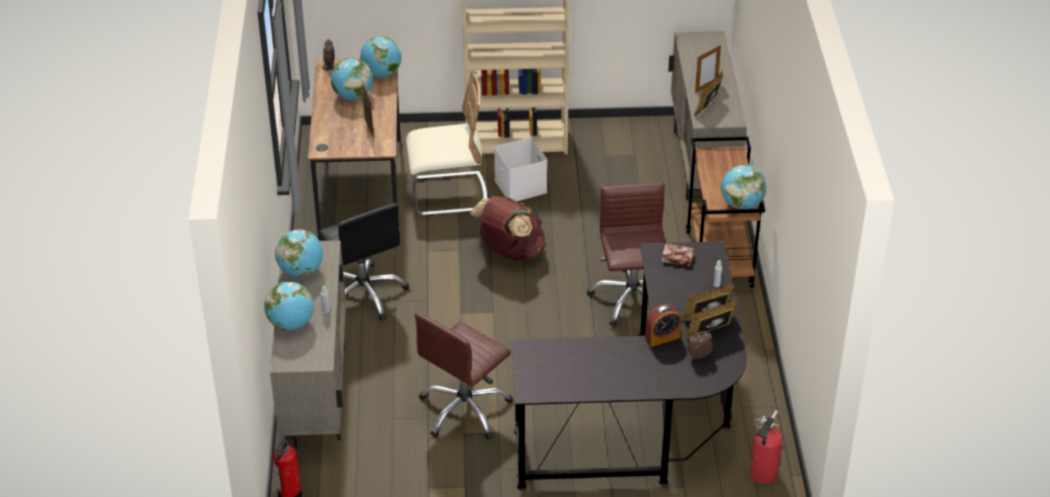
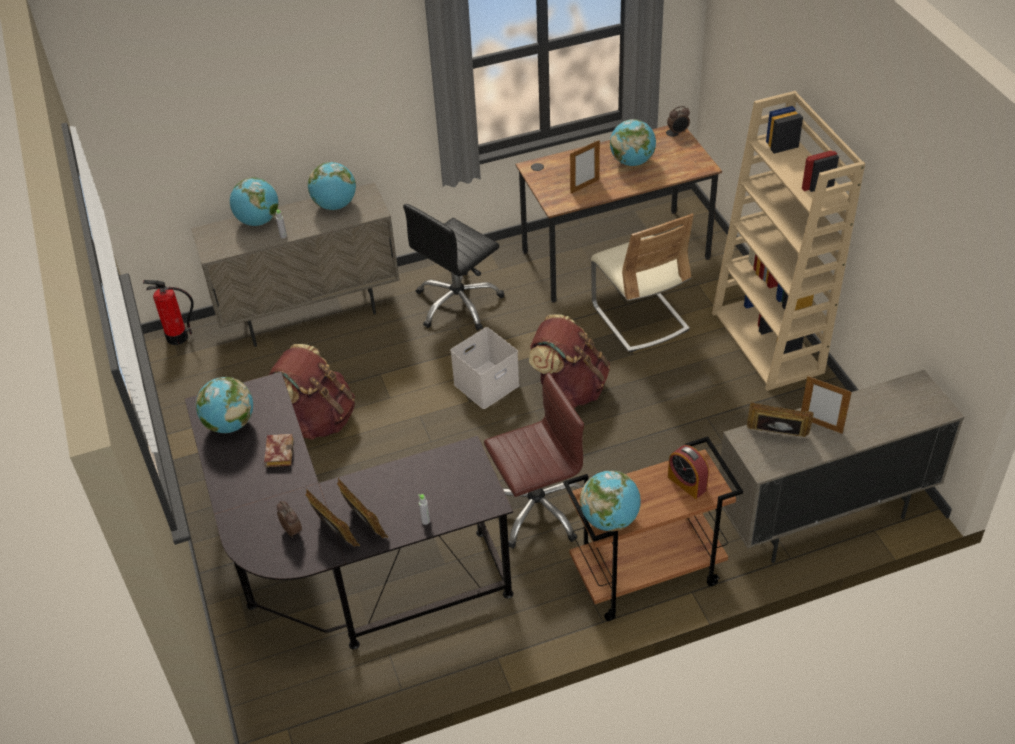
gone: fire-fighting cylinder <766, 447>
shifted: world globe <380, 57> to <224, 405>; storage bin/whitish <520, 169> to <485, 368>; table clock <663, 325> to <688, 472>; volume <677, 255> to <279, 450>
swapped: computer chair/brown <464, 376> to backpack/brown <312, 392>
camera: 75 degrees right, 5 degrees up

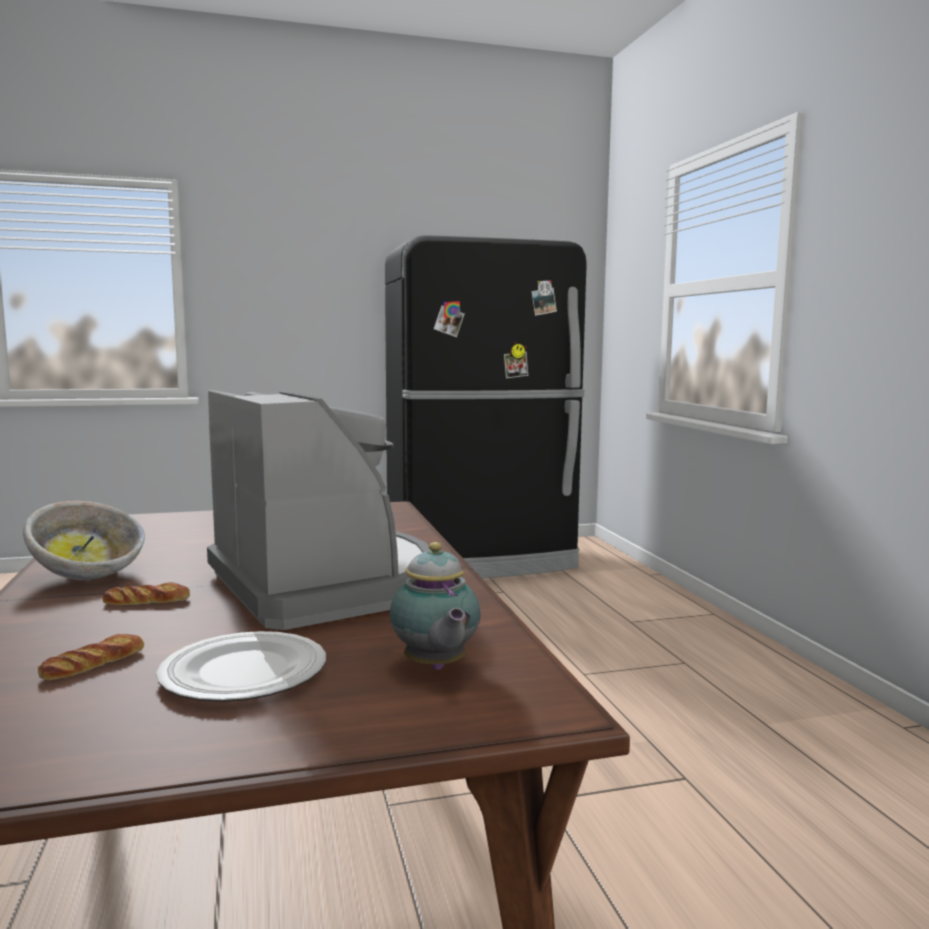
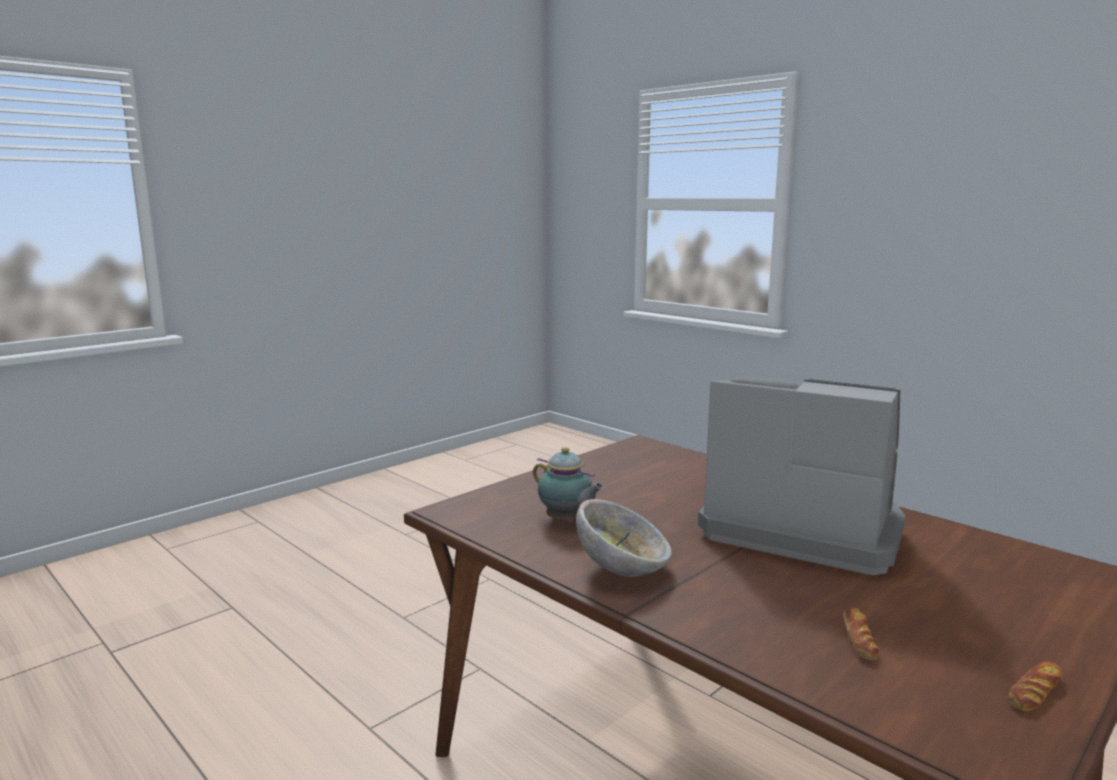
gone: plate <241, 666>; kitchen fridge/black-coloured <486, 406>
shifted: baked bread <146, 593> to <1035, 686>; tea pot <435, 606> to <568, 484>
camera: 30 degrees left, 5 degrees up

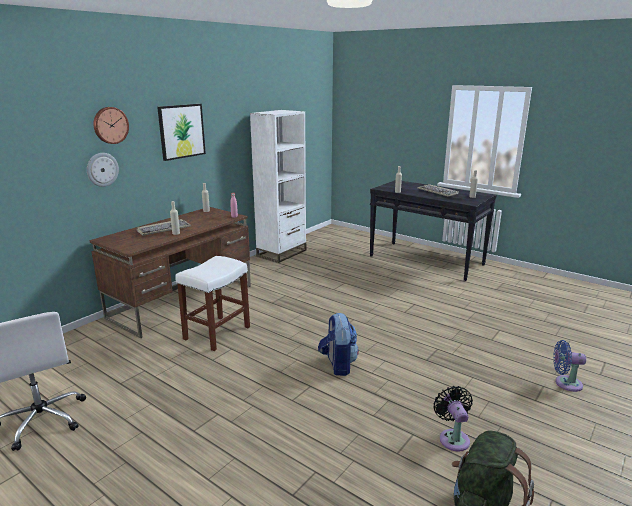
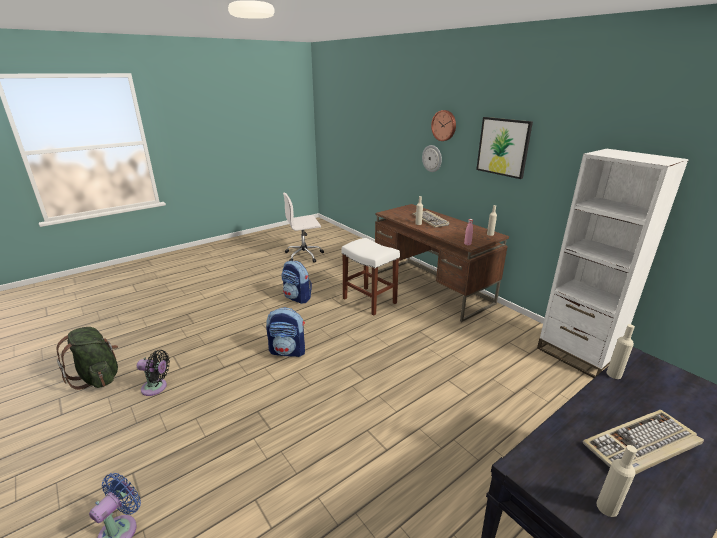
new: backpack <296, 282>
camera: 105 degrees right, 5 degrees up

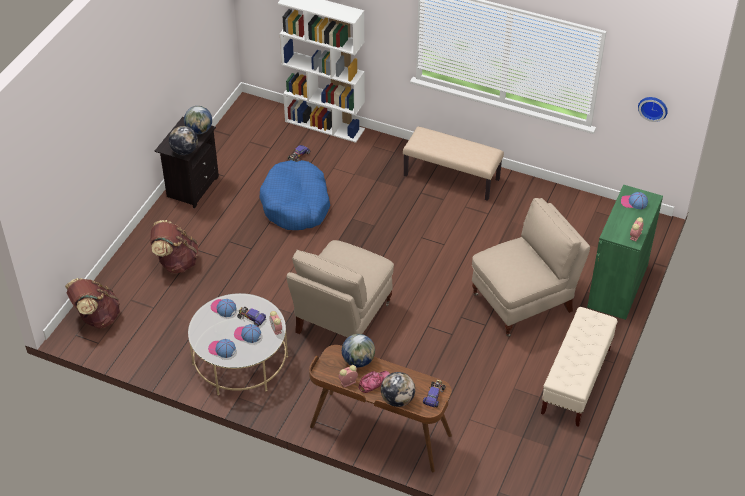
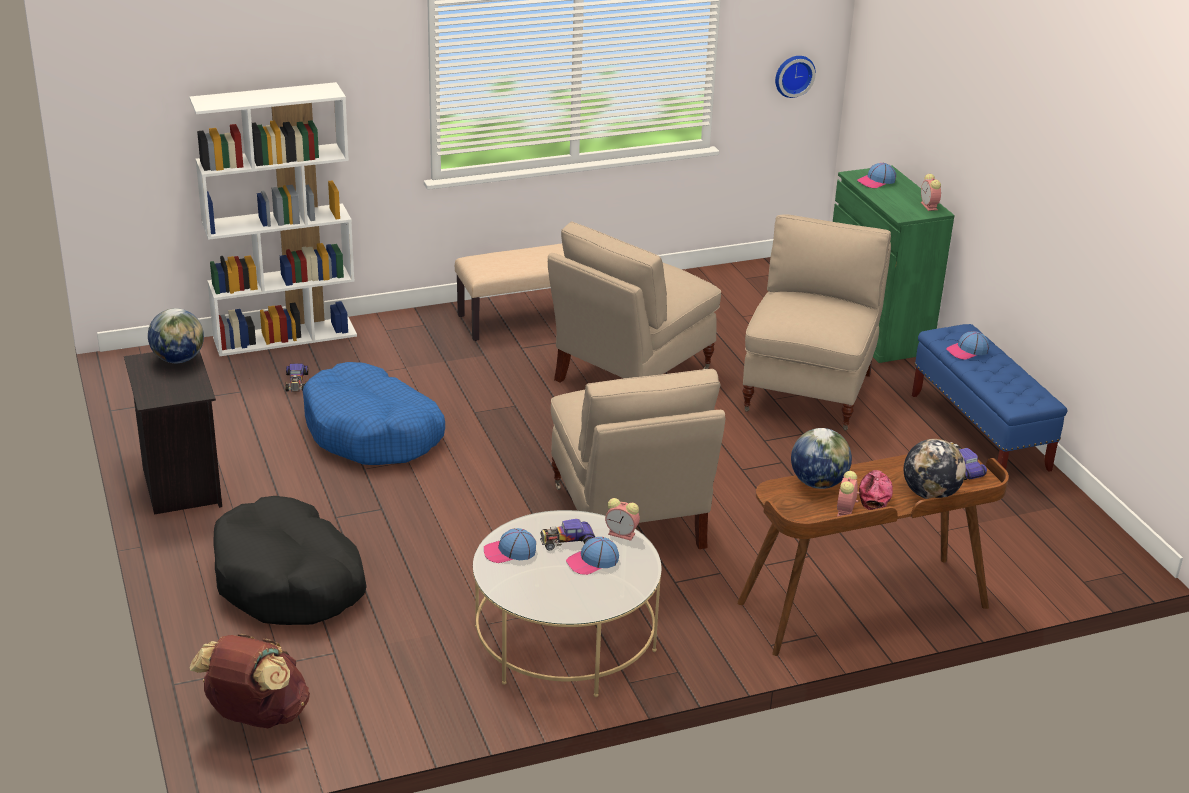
gone: world globe <183, 140>
new: upright chair/beige-coloured <634, 302>
shifted: baseball cap <222, 348> to <968, 345>
swapped: backpack/brown <174, 246> to pet bed/black-coloured <290, 560>
repainted: long seat/beige-coloured <579, 367> to long seat/blue <989, 398>
camera: 45 degrees left, 15 degrees down

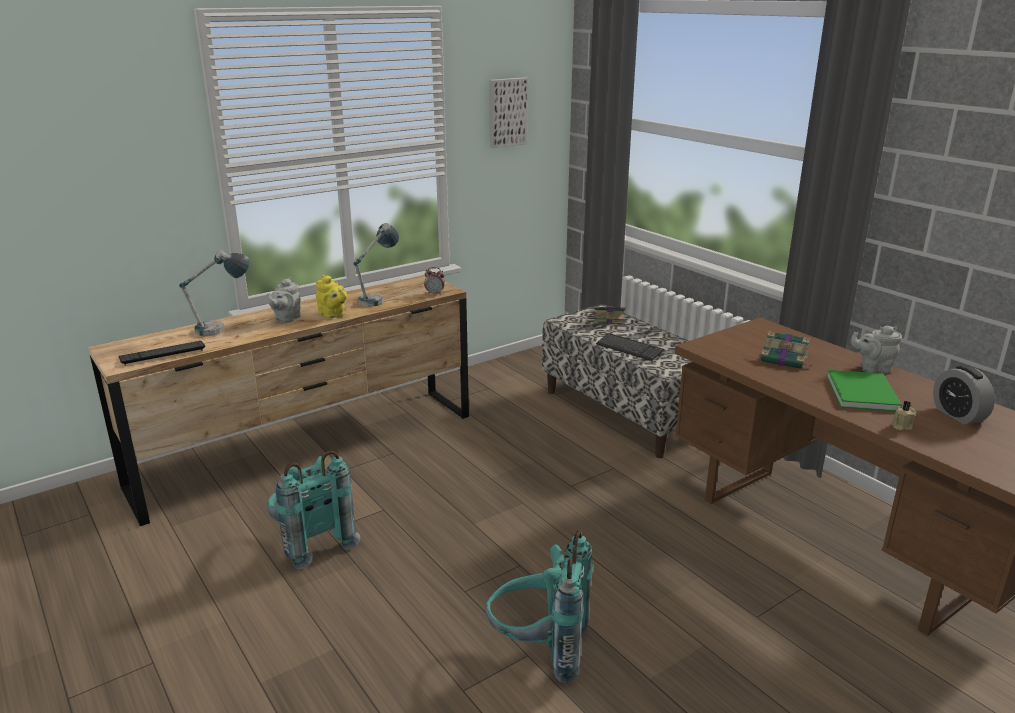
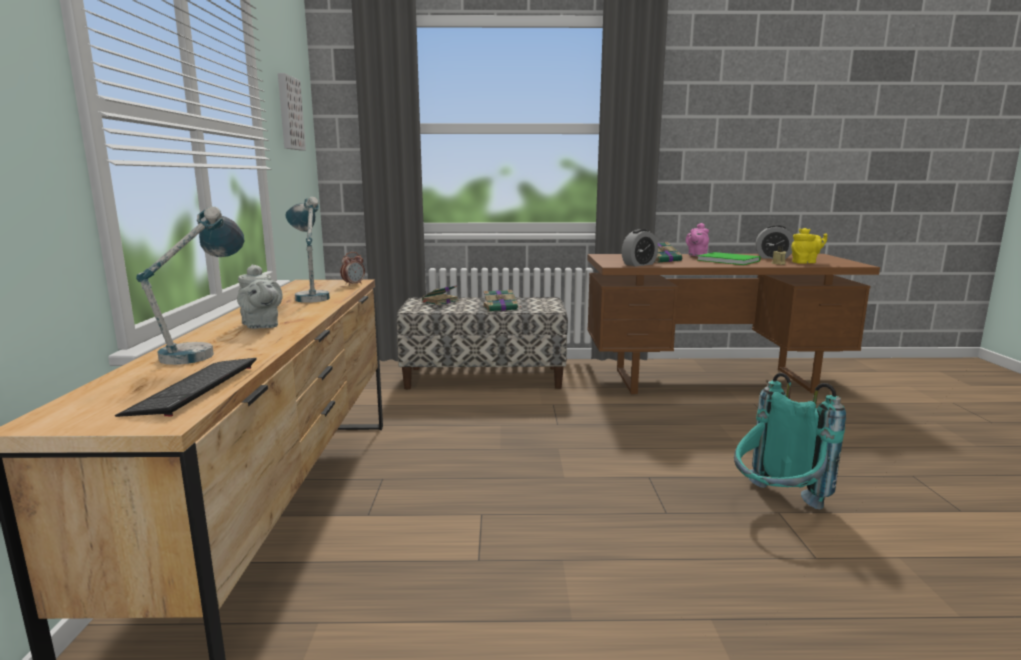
gone: backpack/blue-green <313, 510>
new: table clock <640, 247>
shifted: tea pot/yellow <331, 296> to <809, 246>
swapped: computer keyboard <630, 347> to volume <502, 301>
repainted: tea pot/greyish <876, 349> to tea pot/pinkish <697, 239>
camera: 55 degrees left, 10 degrees down

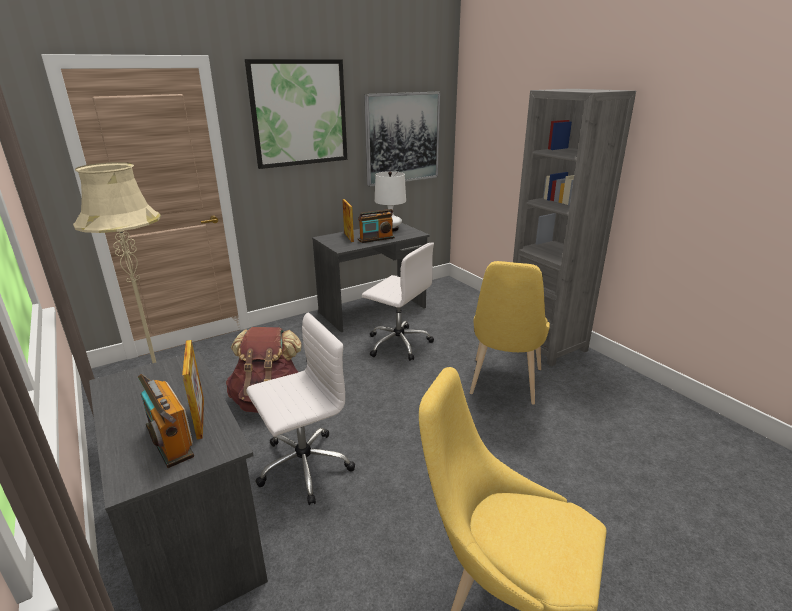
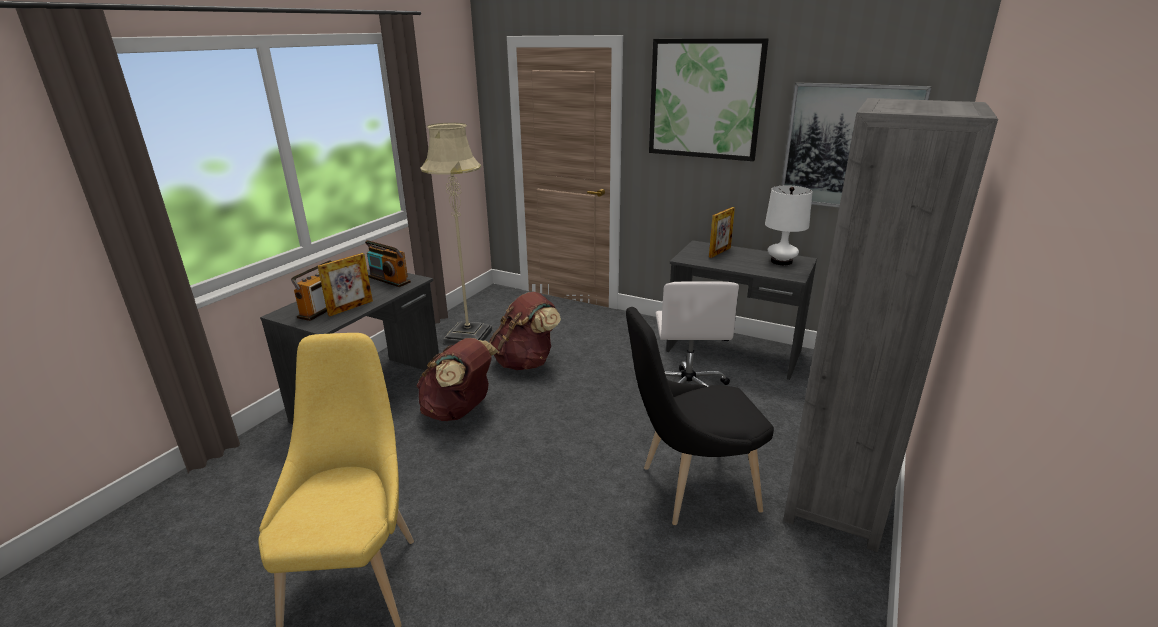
shifted: radio <376, 226> to <388, 263>
swapped: computer chair/whitish <300, 408> to backpack/brown <457, 379>
repainted: upright chair/yellow <510, 333> to upright chair/black-coloured <700, 416>
camera: 60 degrees right, 0 degrees up

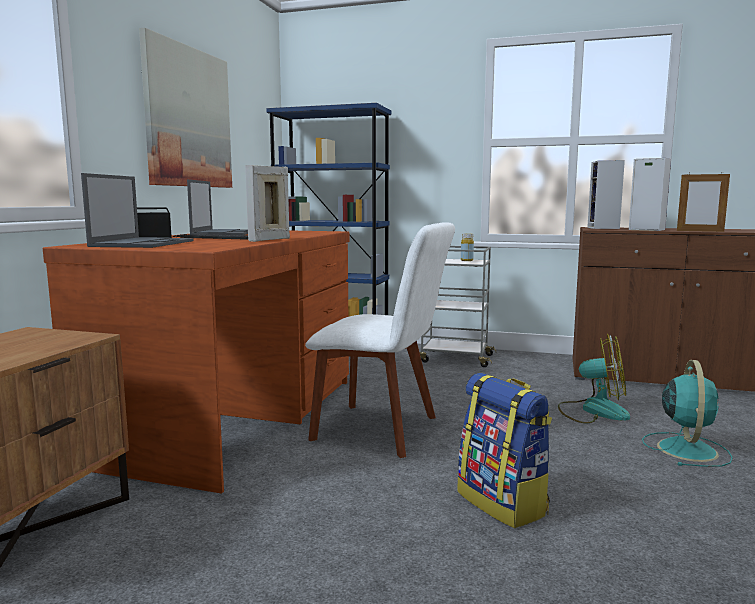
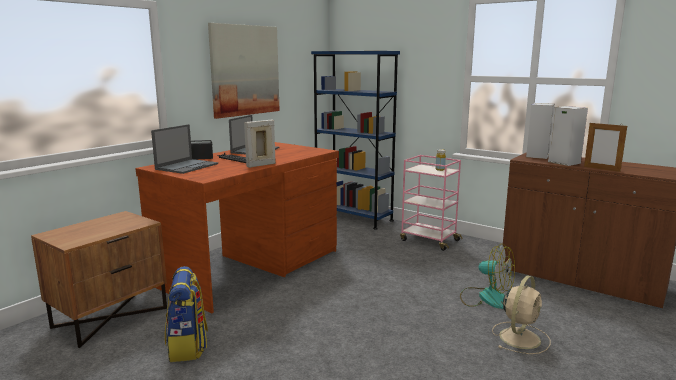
gone: upright chair/whitish <380, 340>
shifted: backpack <504, 450> to <186, 314>
repainted: wheeled cart/greyish <457, 306> to wheeled cart/pinkish <431, 203>; electric fan/blue-green <687, 413> to electric fan/beige-coloured <521, 315>
camera: 20 degrees right, 5 degrees up

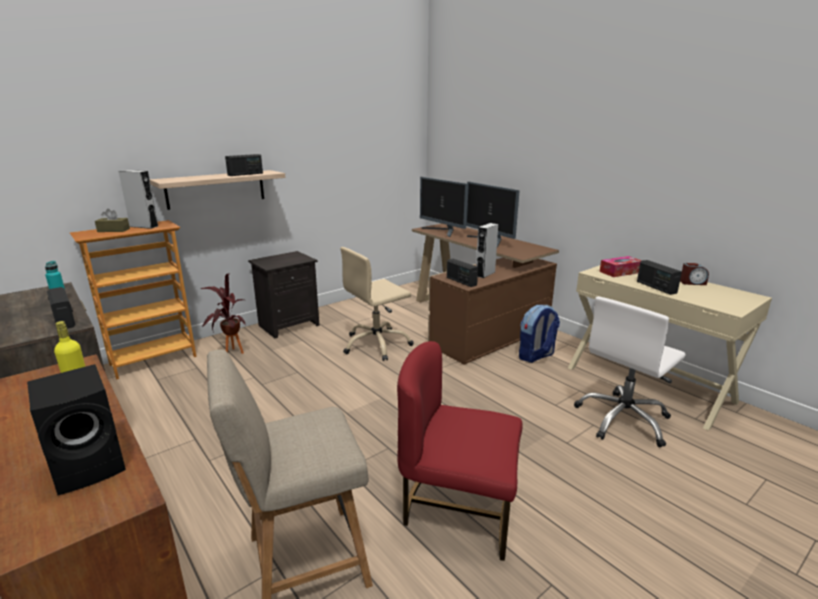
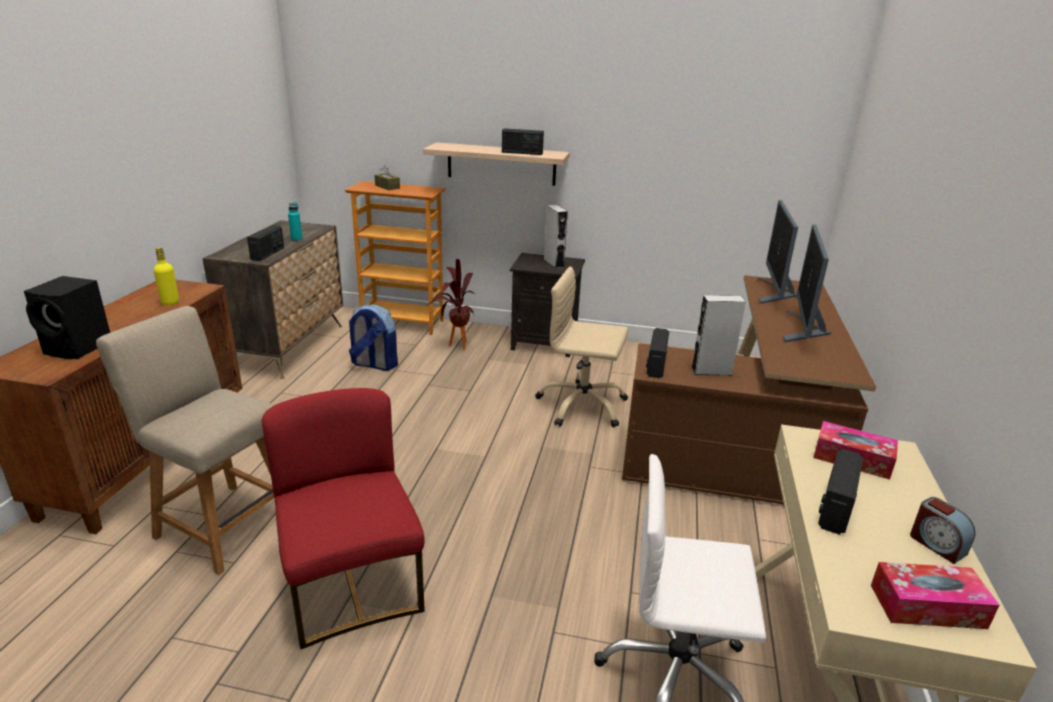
new: tissue holder <935, 595>
shifted: loudspeaker/greyish <138, 199> to <556, 236>; backpack <539, 334> to <373, 337>
camera: 50 degrees right, 5 degrees up

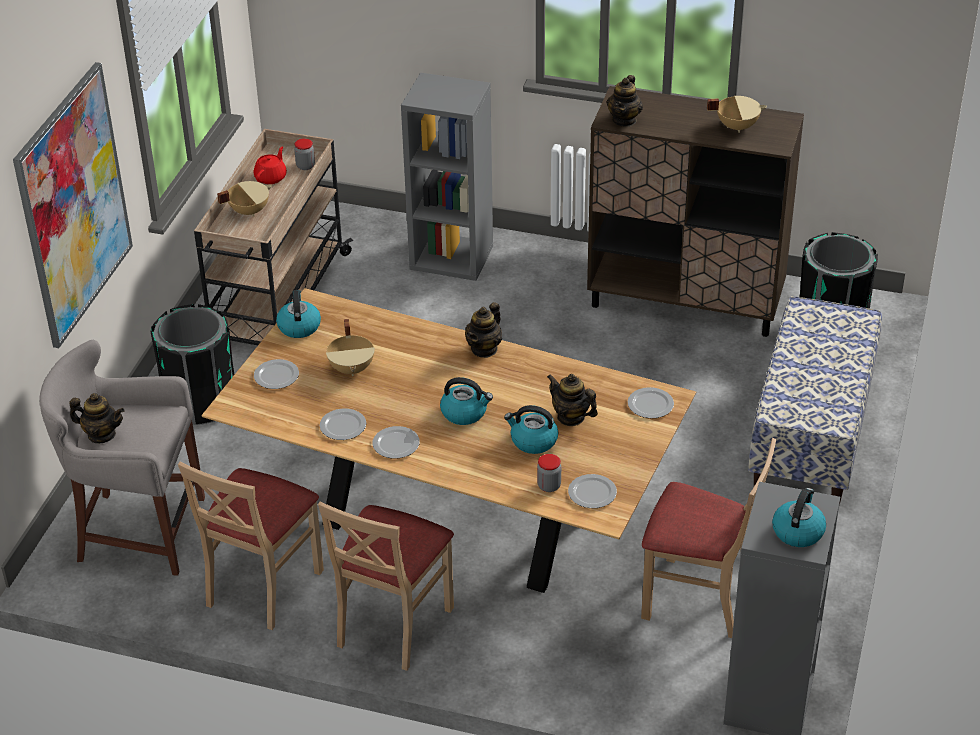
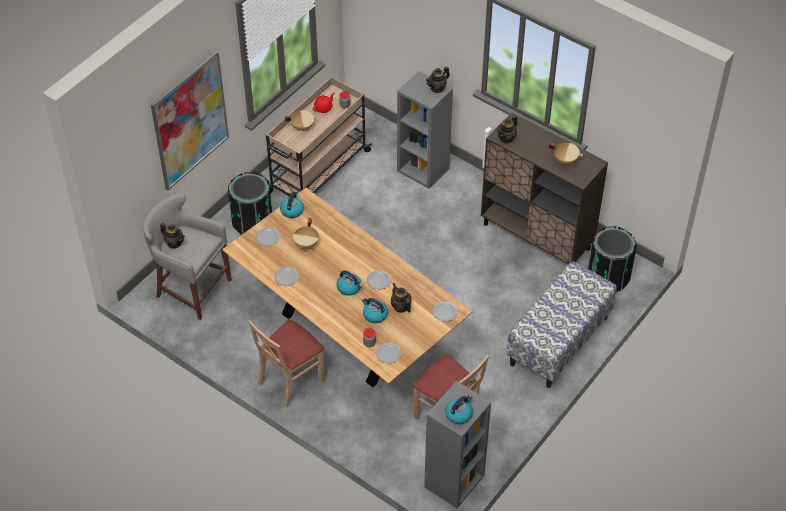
gone: upright chair/beige-coloured <251, 546>
shifted: plate <396, 442> to <379, 280>; tea pot <483, 330> to <438, 80>
camera: 20 degrees right, 10 degrees up

